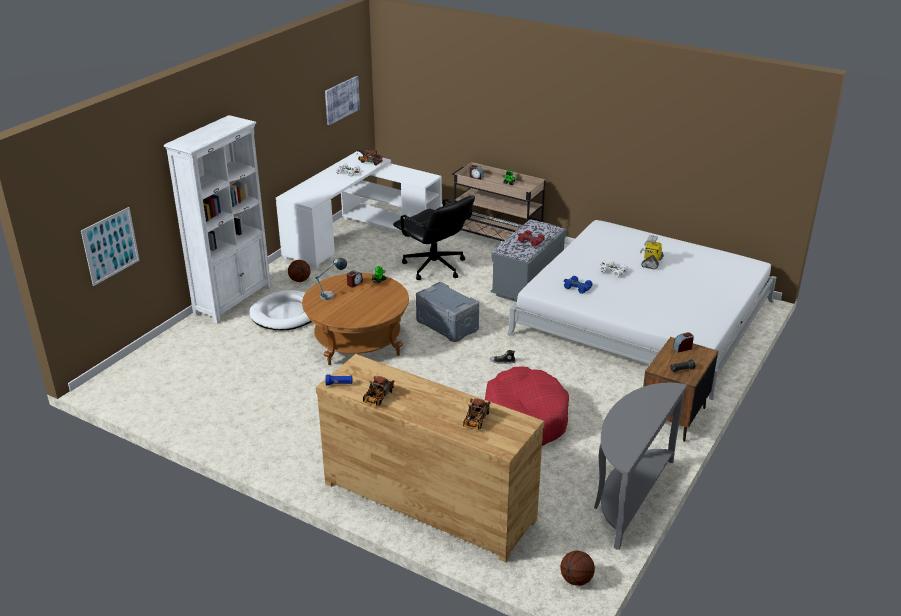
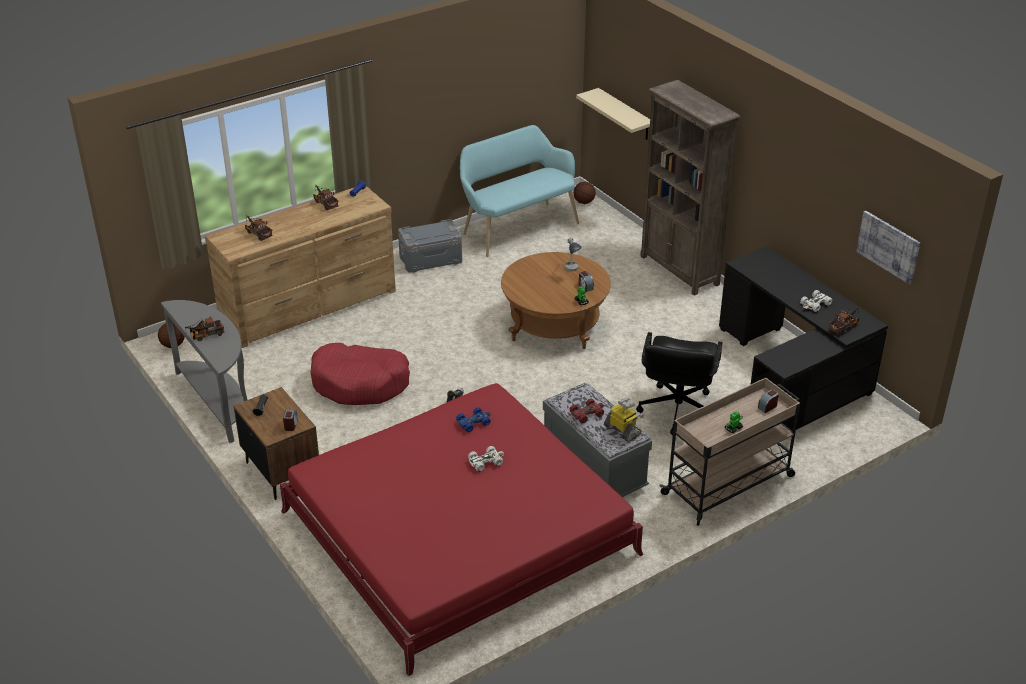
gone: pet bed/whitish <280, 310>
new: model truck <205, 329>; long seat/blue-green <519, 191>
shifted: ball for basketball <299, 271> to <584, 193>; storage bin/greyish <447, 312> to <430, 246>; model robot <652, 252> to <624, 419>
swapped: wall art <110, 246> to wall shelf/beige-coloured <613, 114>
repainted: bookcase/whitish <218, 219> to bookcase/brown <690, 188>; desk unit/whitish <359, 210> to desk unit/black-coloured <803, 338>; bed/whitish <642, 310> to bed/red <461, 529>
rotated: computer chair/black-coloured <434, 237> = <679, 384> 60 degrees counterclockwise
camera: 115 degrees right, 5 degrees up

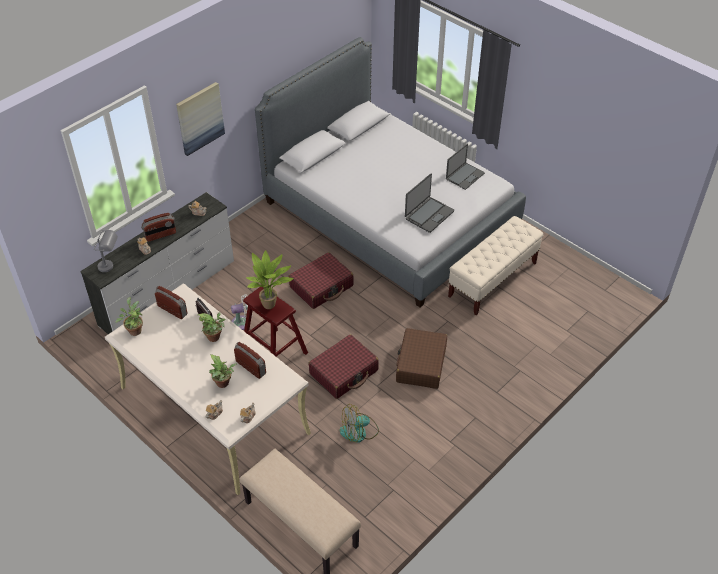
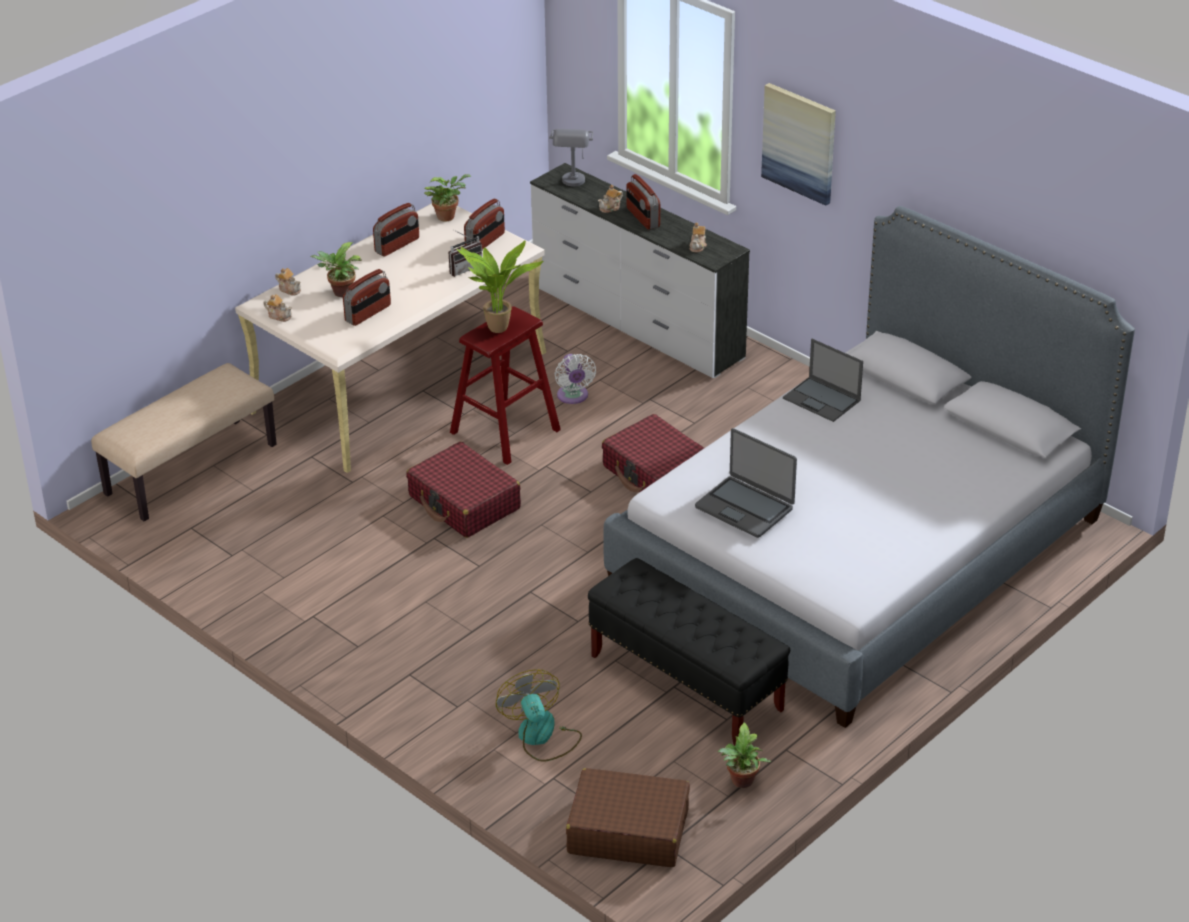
new: radio <396, 229>
shifted: plant in a pot <211, 327> to <744, 755>; electric fan <359, 423> to <539, 715>; piece of luggage/brown <421, 358> to <628, 817>; portable computer <465, 166> to <823, 380>
repainted: long seat/beige-coloured <495, 265> to long seat/black-coloured <689, 652>
camera: 90 degrees right, 10 degrees down

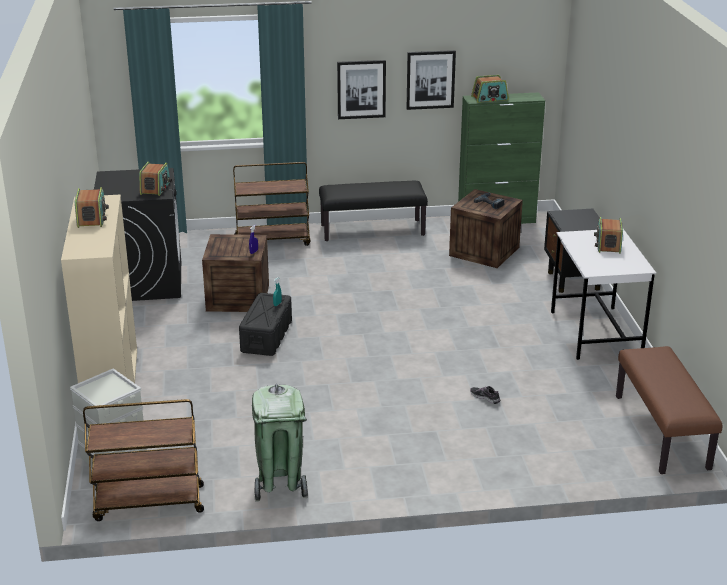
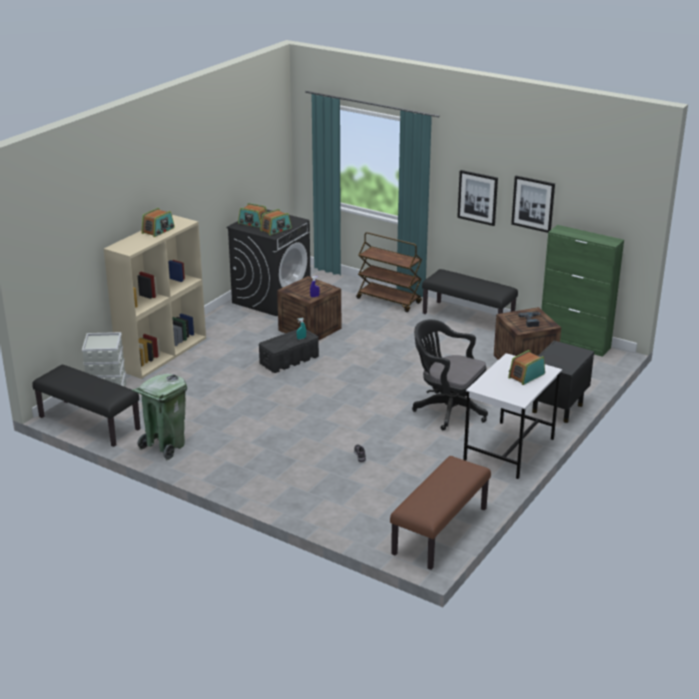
new: computer chair/black-coloured <450, 374>
shifted: radio <490, 89> to <252, 215>
swapped: wheeled cart/brown <143, 460> to long seat/black-coloured <86, 406>
camera: 40 degrees right, 0 degrees up

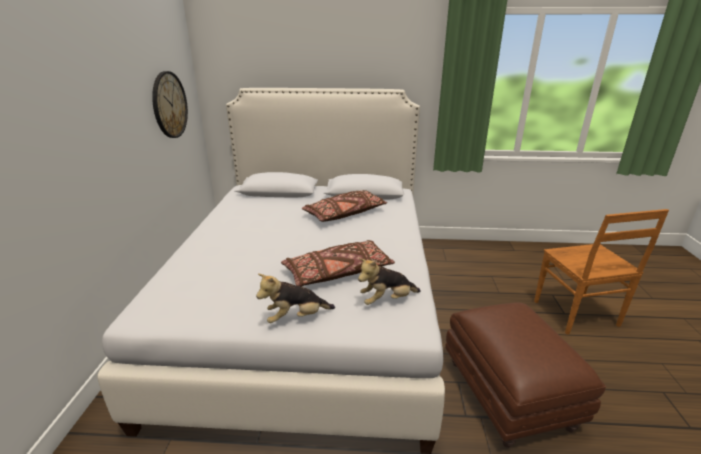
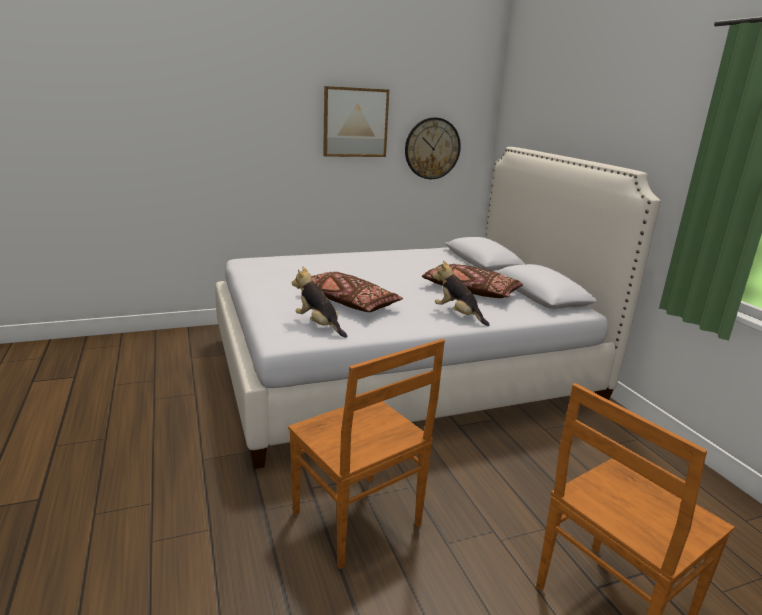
new: wall art <356, 121>
shifted: plush toy <295, 298> to <461, 293>
swapped: ottoman/brown <525, 375> to upright chair/brown <366, 454>
camera: 65 degrees right, 5 degrees down

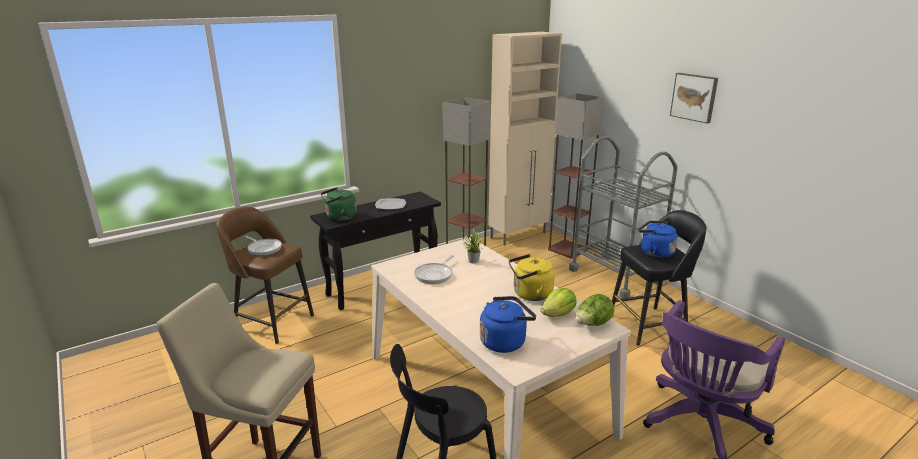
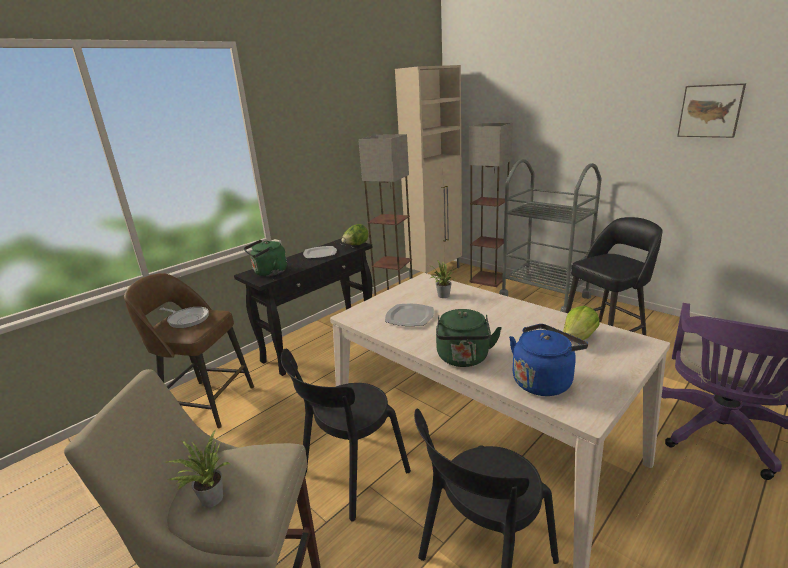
gone: kettle/yellow <532, 277>; kettle/blue <658, 239>
new: plant in a pot <198, 468>; upright chair/black-coloured <346, 435>; kettle/greenish <469, 338>
shifted: lettuce head <594, 310> to <355, 234>; wall art <694, 98> to <711, 110>
swapped: pan <434, 269> to plate <409, 315>
camera: 10 degrees left, 0 degrees up

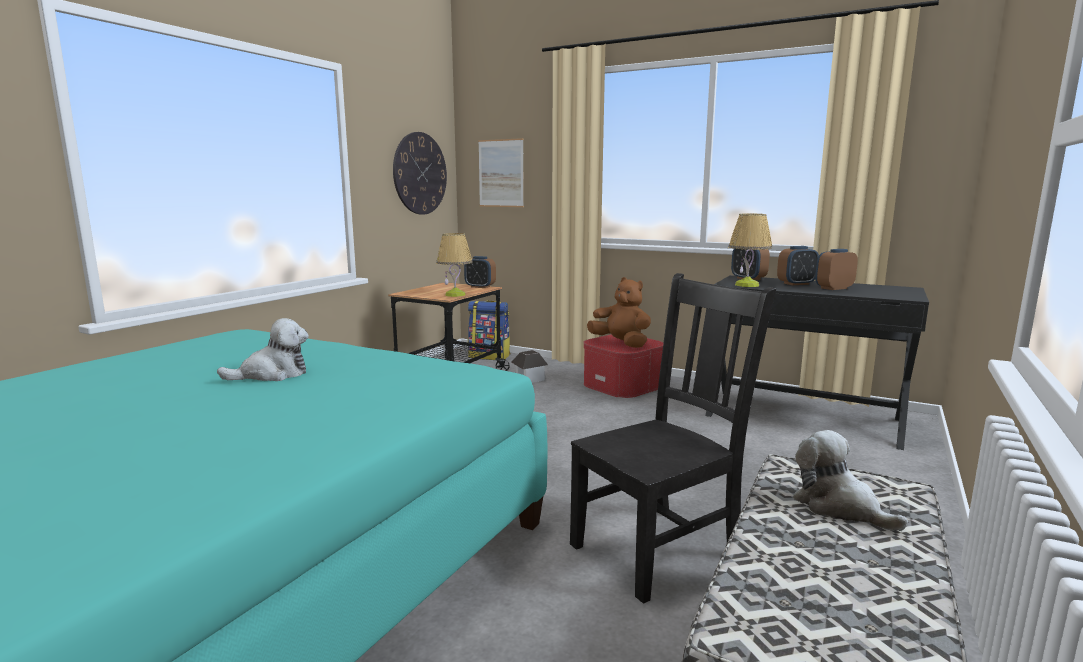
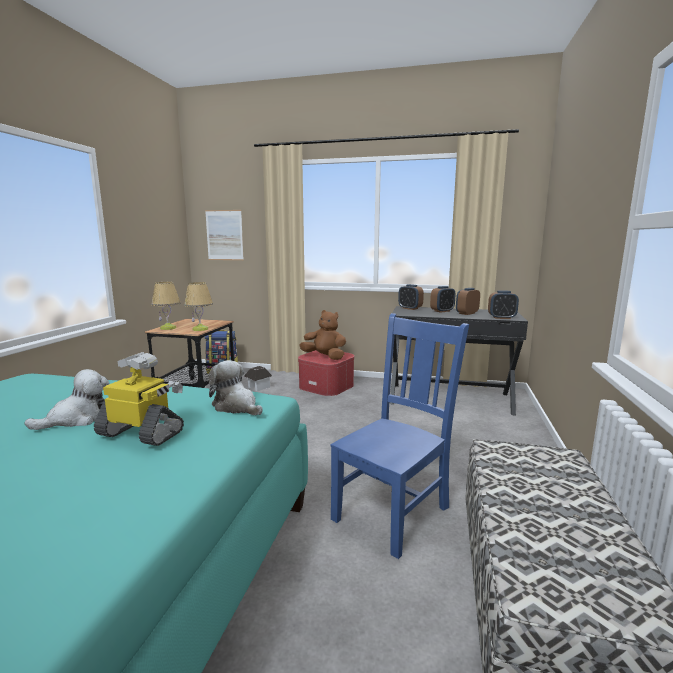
gone: hanging clock <420, 173>
new: model robot <139, 399>
shifted: table clock <480, 272> to <503, 305>; table lamp <750, 250> to <166, 306>; plush toy <850, 480> to <235, 387>
repainted: upright chair/black-coloured <673, 438> to upright chair/blue <399, 436>
camera: 15 degrees left, 0 degrees up

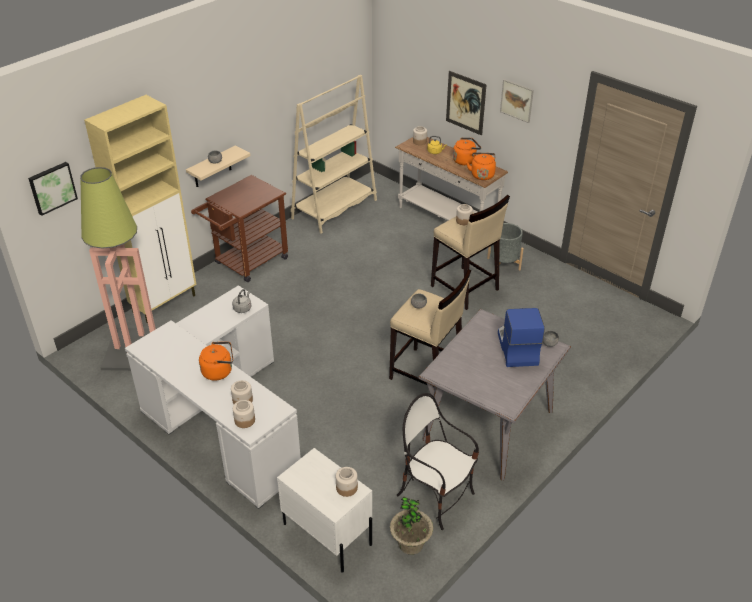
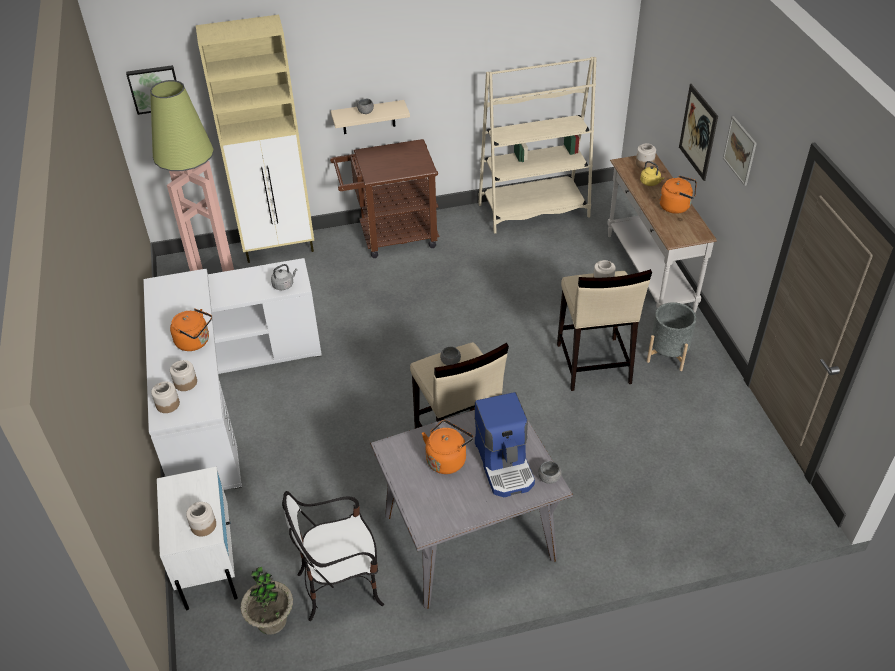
shifted: kettle/orange <481, 166> to <447, 447>
rotated: upright chair <438, 461> = <333, 556> 90 degrees counterclockwise; coffee maker <521, 337> = <504, 444> 135 degrees clockwise
camera: 35 degrees right, 5 degrees up

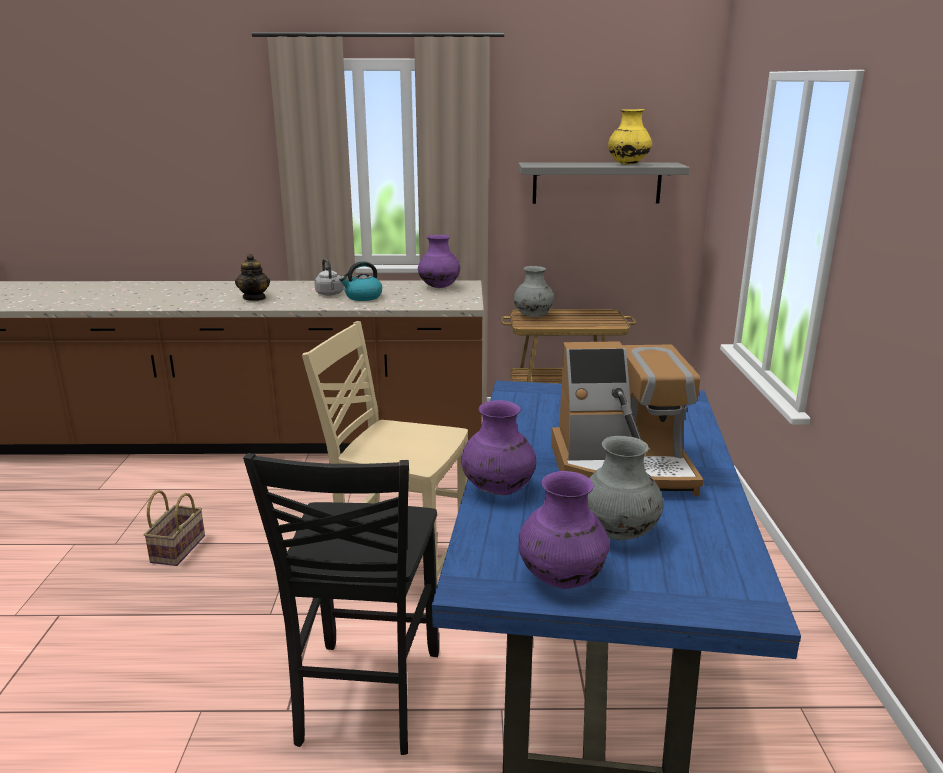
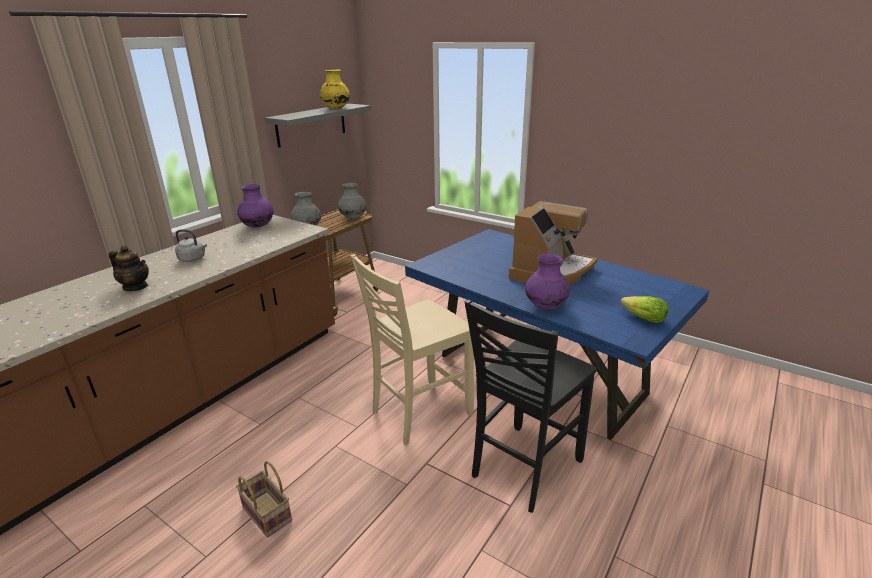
gone: kettle <360, 281>
shifted: flower vase/greyish <625, 488> to <352, 201>
swapped: flower vase/purple <564, 530> to lettuce head <644, 309>
rotated: upright chair/black-coloured <341, 604> = <531, 406> 90 degrees clockwise
camera: 55 degrees left, 5 degrees up

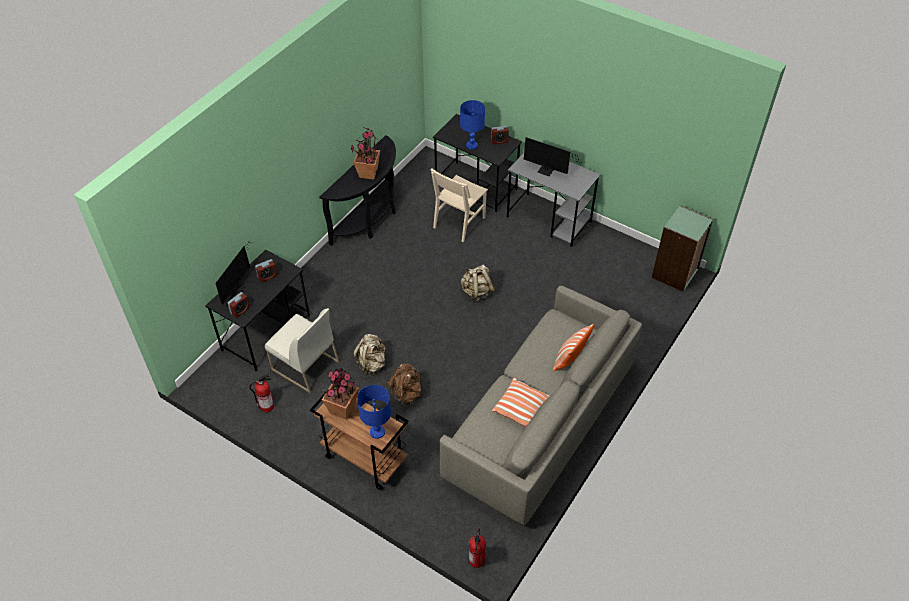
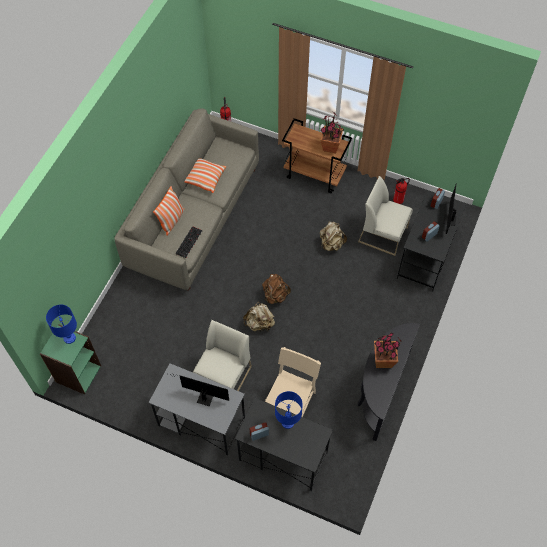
new: computer keyboard <189, 242>; upright chair/whitish <222, 355>
shifted: table lamp/blue <374, 412> to <61, 324>; backpack/brown <404, 385> to <276, 289>
camera: 170 degrees right, 10 degrees up

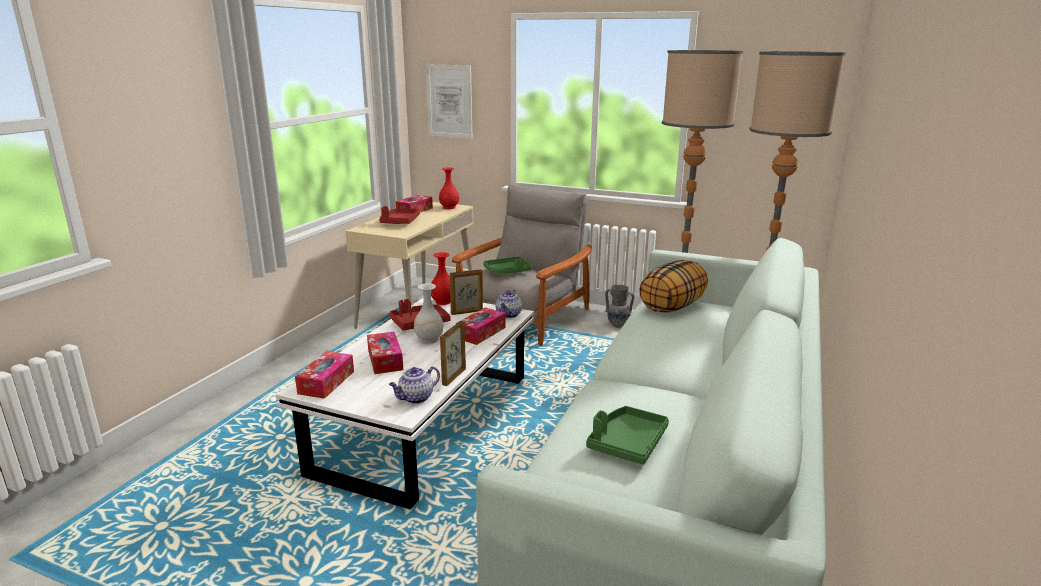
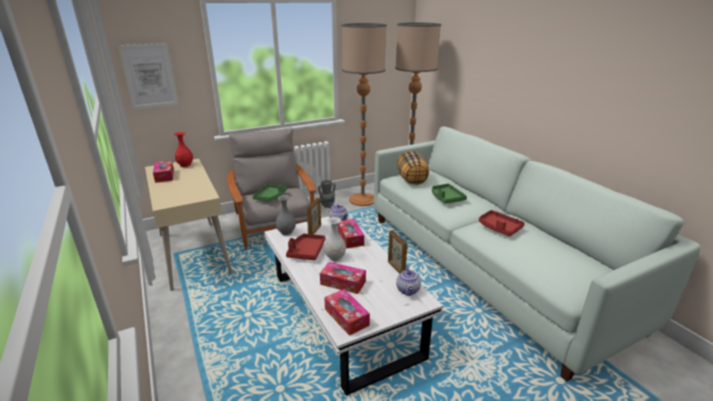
shifted: tray/red <399, 215> to <502, 223>; tray/greenish <627, 435> to <449, 194>
repainted: flower vase/red <441, 278> to flower vase/greyish <286, 215>
camera: 50 degrees left, 5 degrees up

